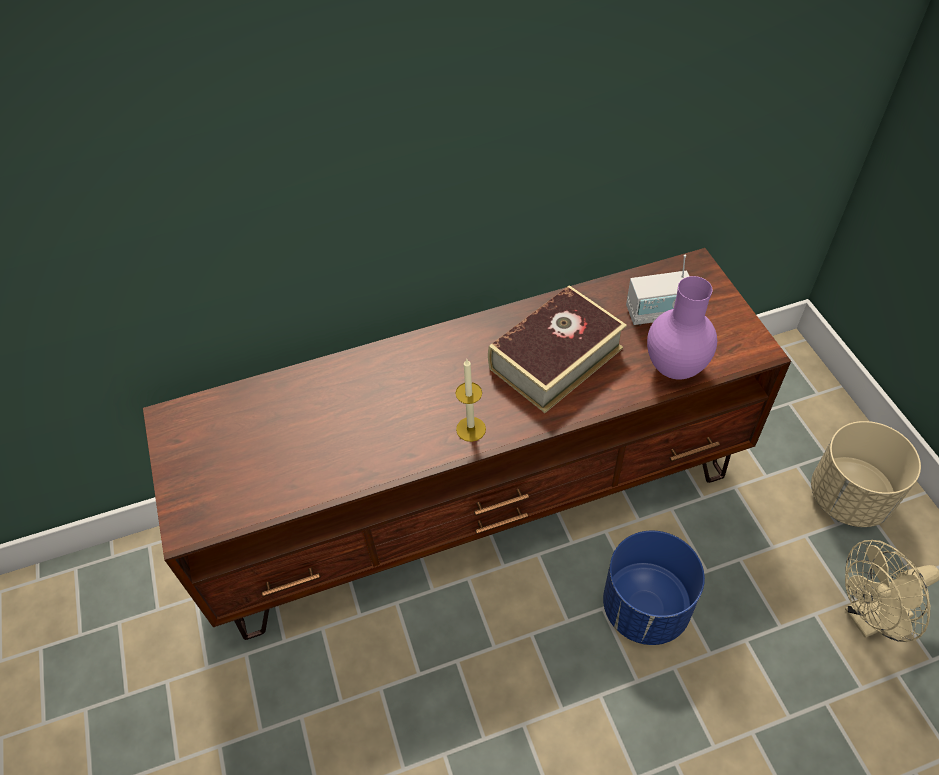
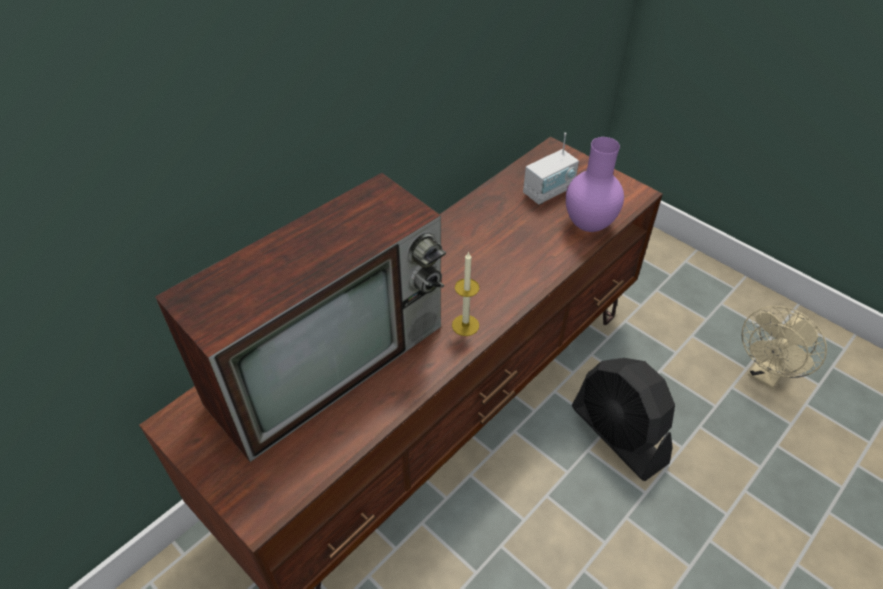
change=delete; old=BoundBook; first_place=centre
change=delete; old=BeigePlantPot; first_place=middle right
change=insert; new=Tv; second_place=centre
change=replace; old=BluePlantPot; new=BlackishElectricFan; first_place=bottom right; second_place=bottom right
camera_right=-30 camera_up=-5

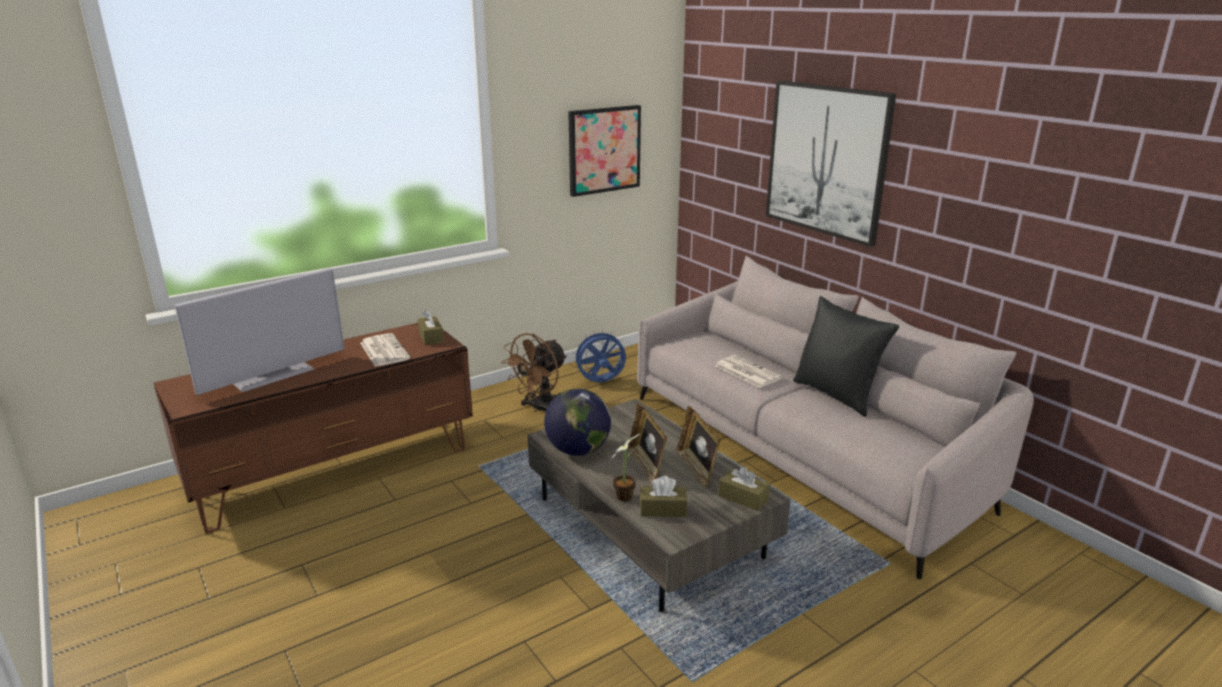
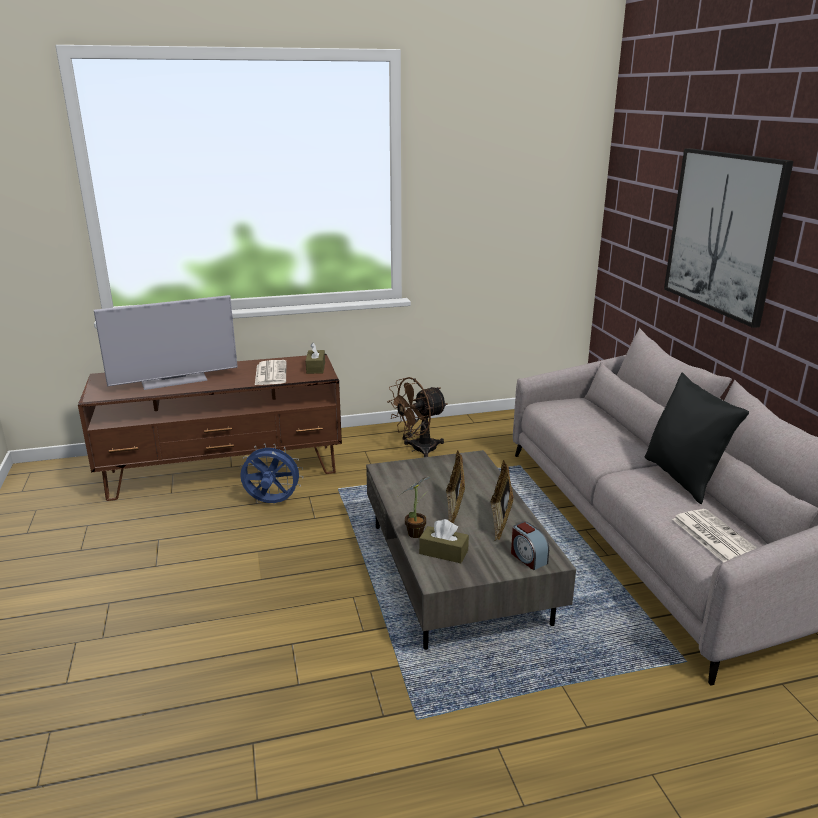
change=delete; old=Globe; first_place=centre
change=delete; old=Picture (1st from left); first_place=top centre
change=move; old=BlueElectricFan; first_place=centre; second_place=middle left
change=move; old=DailyPaper (2nd from left); first_place=centre; second_place=middle right
change=replace; old=BrownColouredBoxOfTissues (3rd from left); new=TableClock; first_place=bottom centre; second_place=bottom centre
camera_right=20 camera_up=0

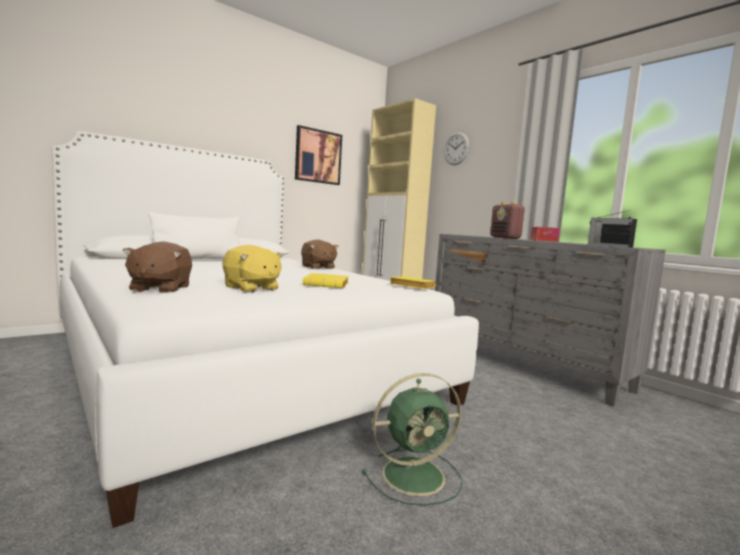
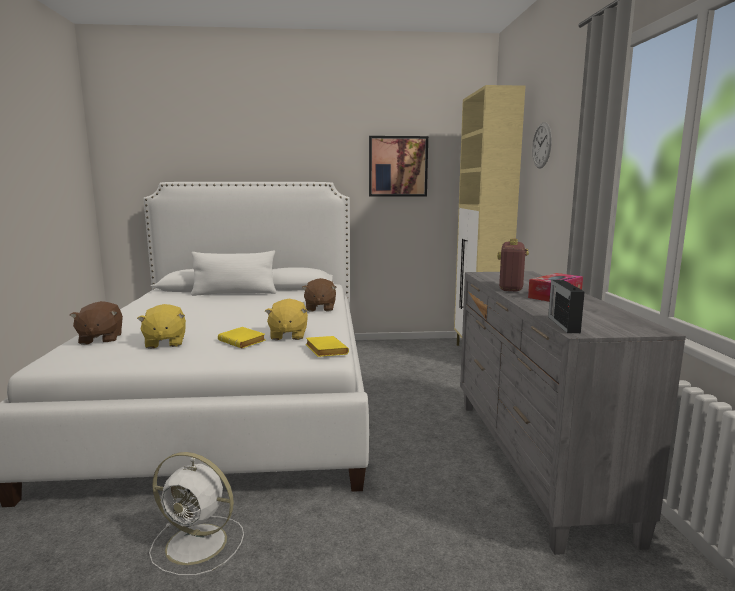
change=insert; new=YellowSoftToy (2nd from left); second_place=centre
change=recolor; old=GreenColouredElectricFan; new=WhiteColouredElectricFan; first_place=bottom centre; second_place=bottom left
change=rotate; old=BrownColouredSoftToy (1st from left); first_place=middle left; second_place=middle left; degrees=-45
camera_right=35 camera_up=5

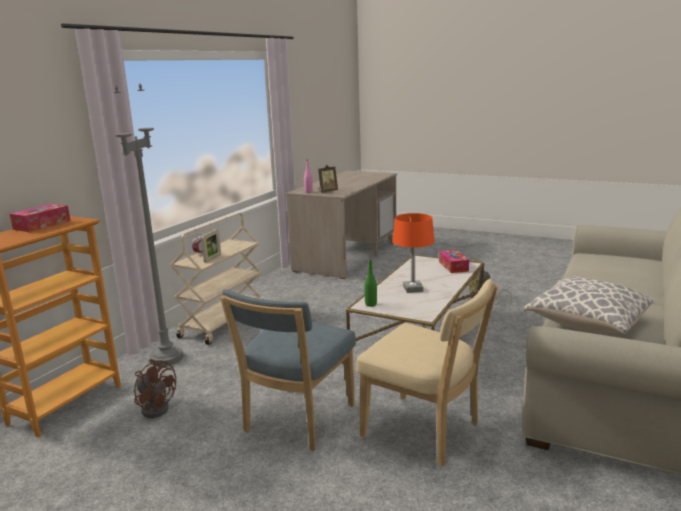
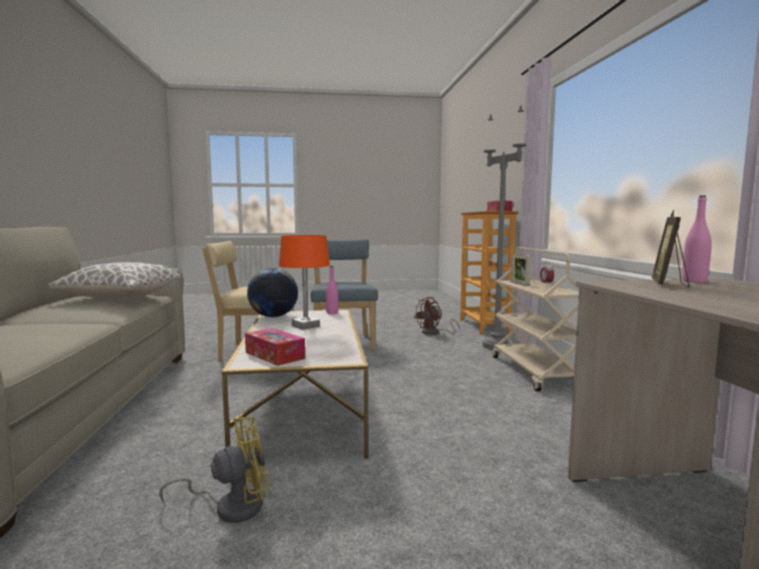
change=insert; new=Globe; second_place=centre
change=recolor; old=GreenColouredDrinkBottle; new=PinkDrinkBottle (1st from left); first_place=centre; second_place=centre
change=rotate; old=BrownColouredElectricFan; first_place=bottom left; second_place=centre; degrees=-45
camera_right=145 camera_up=-10

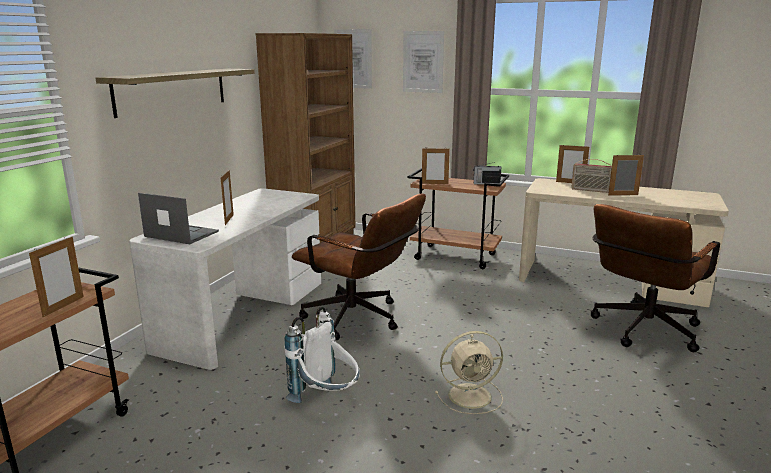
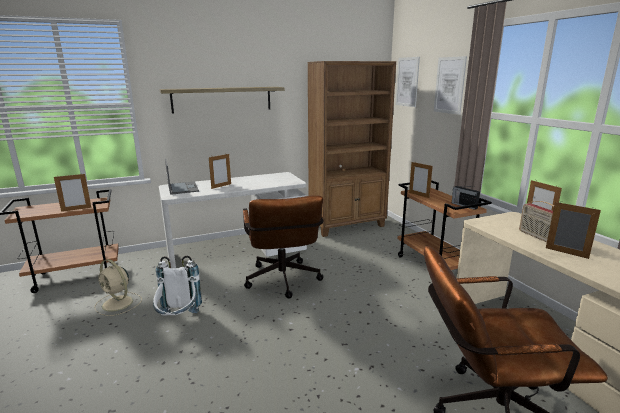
change=move; old=BeigeElectricFan; first_place=bottom centre; second_place=bottom left
camera_right=45 camera_up=0

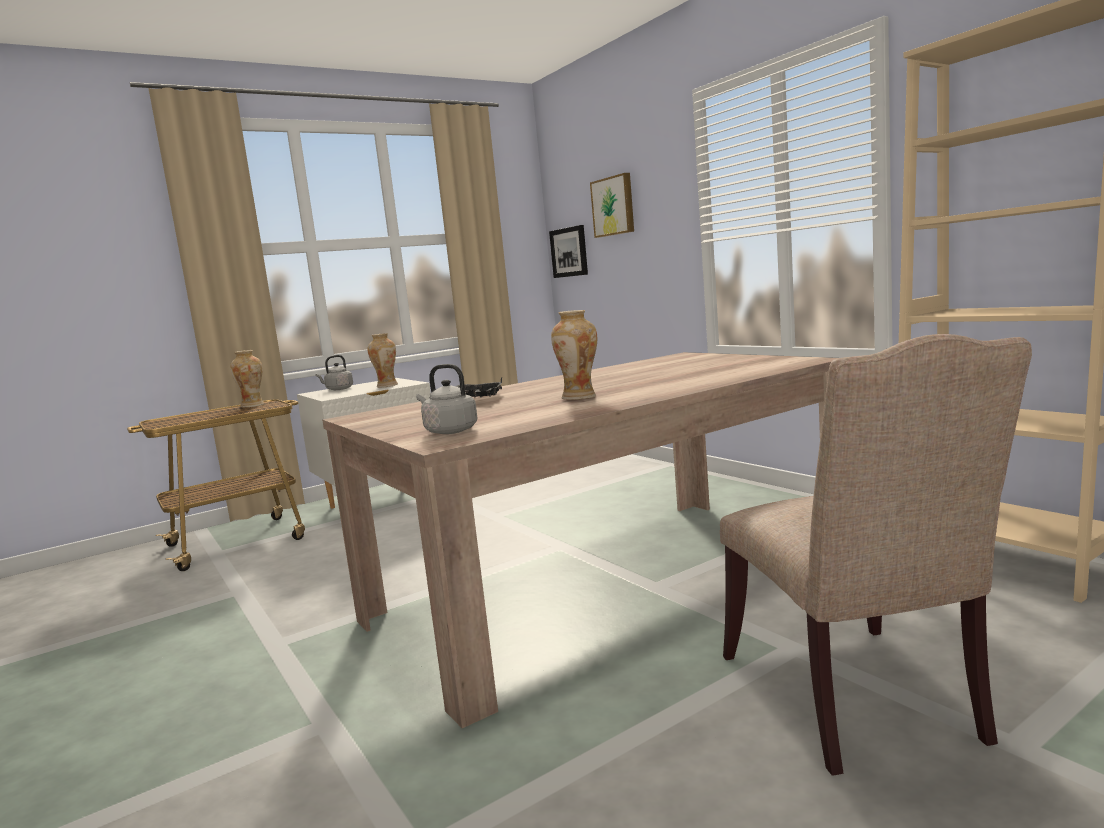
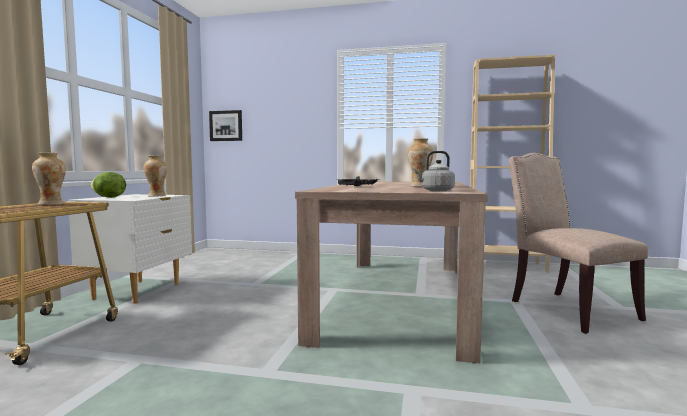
change=delete; old=Picture (2nd from left); first_place=top centre
change=replace; old=GreyishTeaKettle (1st from left); new=HeadOfLettuce; first_place=middle left; second_place=middle left
change=rotate; old=BeigePlainChair; first_place=bottom right; second_place=middle right; degrees=-150
camera_right=-45 camera_up=-5

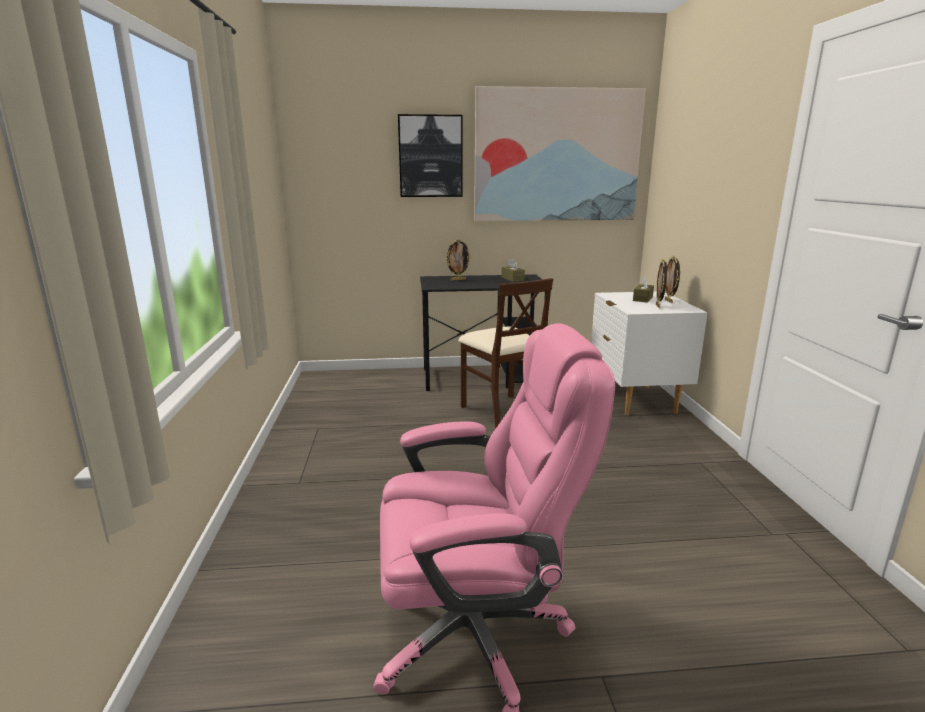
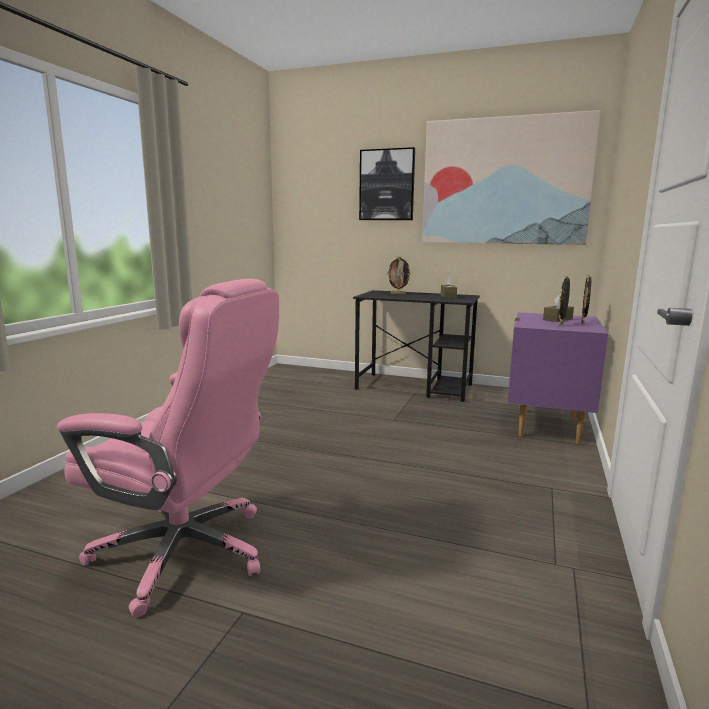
change=delete; old=BeigePlainChair; first_place=centre
change=recolor; old=WhiteColouredBedsideTable; new=PurpleColouredBedsideTable; first_place=middle right; second_place=middle right
camera_right=25 camera_up=-5

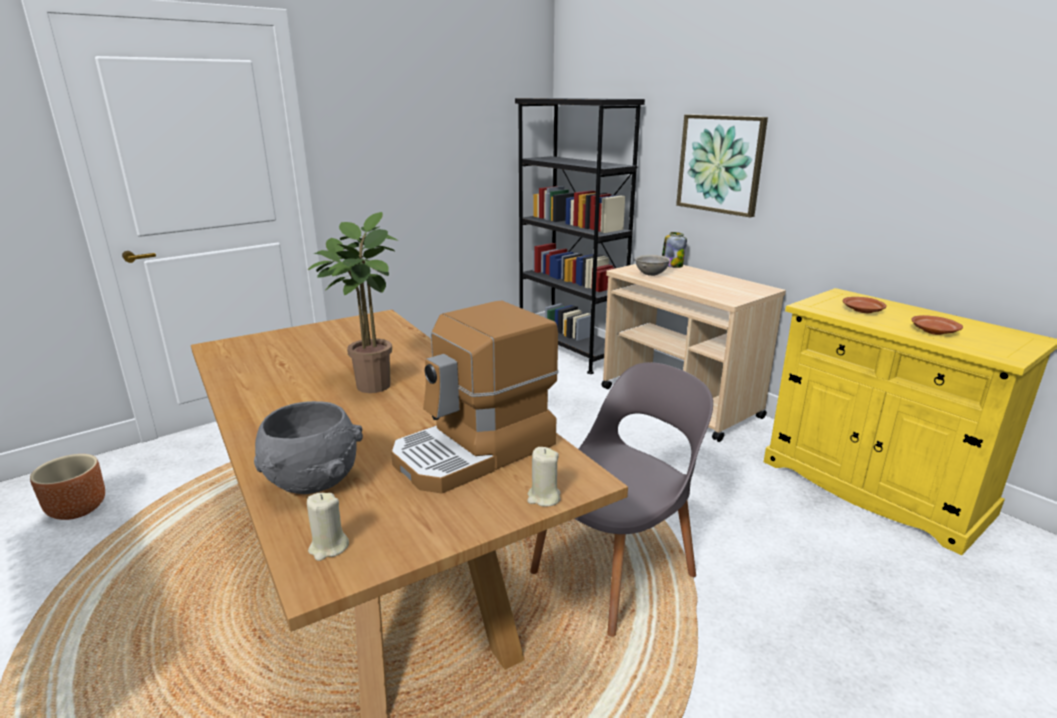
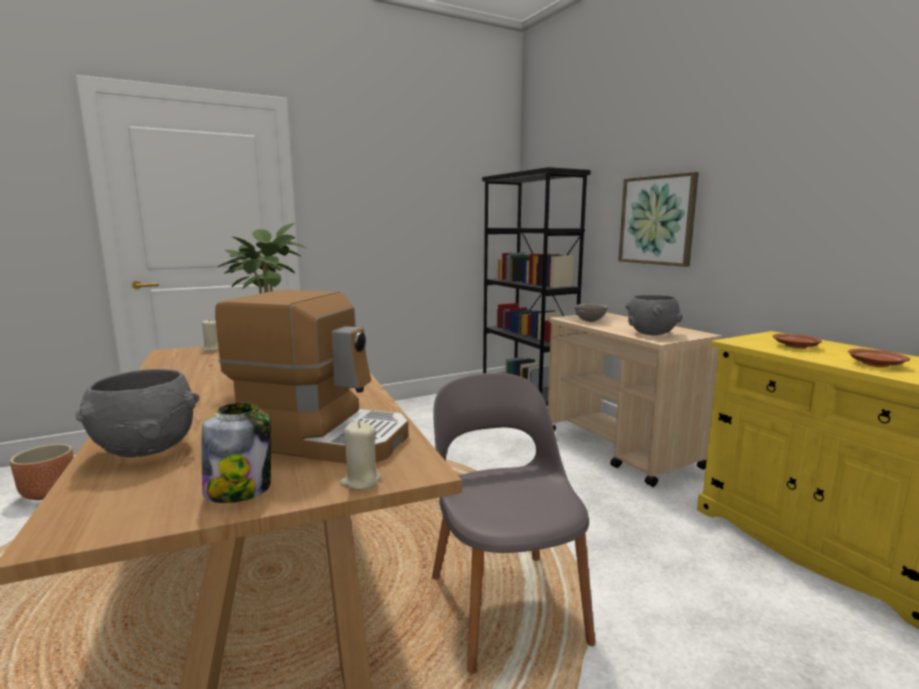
change=insert; new=GreyishDeepDish (3rd from left); second_place=middle right
change=move; old=BeigeCandle (1st from left); first_place=bottom left; second_place=middle left
change=move; old=PreserveJar; first_place=centre; second_place=middle left
change=rotate; old=CoffeeMaker; first_place=centre; second_place=centre; degrees=-135
change=rotate; old=GreyishPlainChair; first_place=bottom centre; second_place=bottom centre; degrees=-75
camera_right=10 camera_up=-10

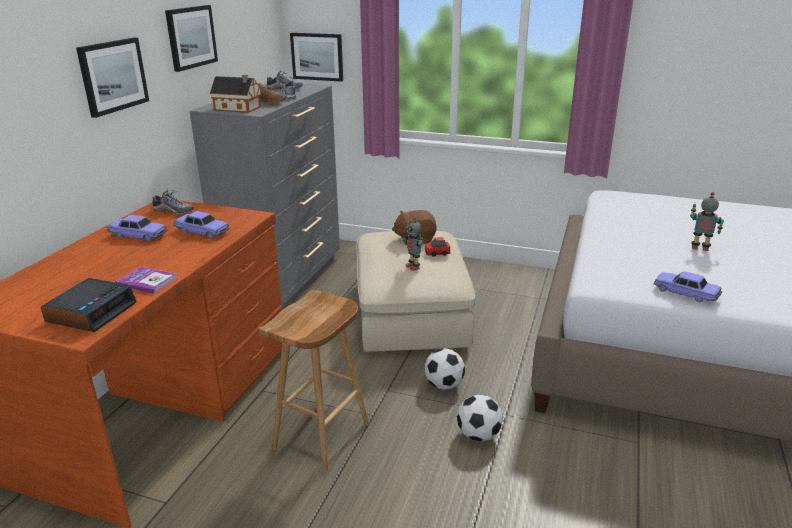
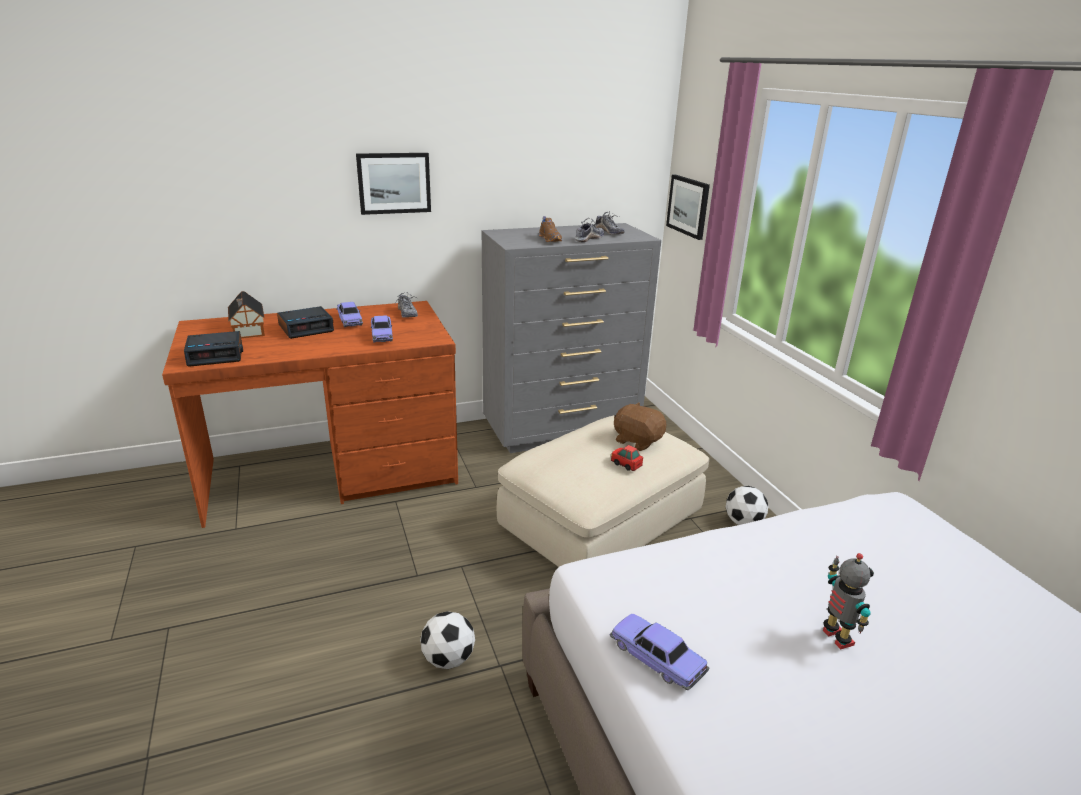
change=delete; old=BoundBook; first_place=middle left
change=delete; old=Picture (2nd from left); first_place=top left
change=delete; old=BrownColouredSittingStool; first_place=bottom centre
change=delete; old=RobotFigure (1st from left); first_place=centre
change=insert; new=TableClock (2nd from left); second_place=middle left
change=move; old=ModelHouse; first_place=top left; second_place=middle left
change=move; old=FootballBall (1st from left in the first image); new=FootballBall (2nd from left); first_place=bottom centre; second_place=middle right
change=rotate; old=MiniatureCar (4th from left); first_place=middle right; second_place=bottom centre; degrees=-45
camera_right=50 camera_up=0

